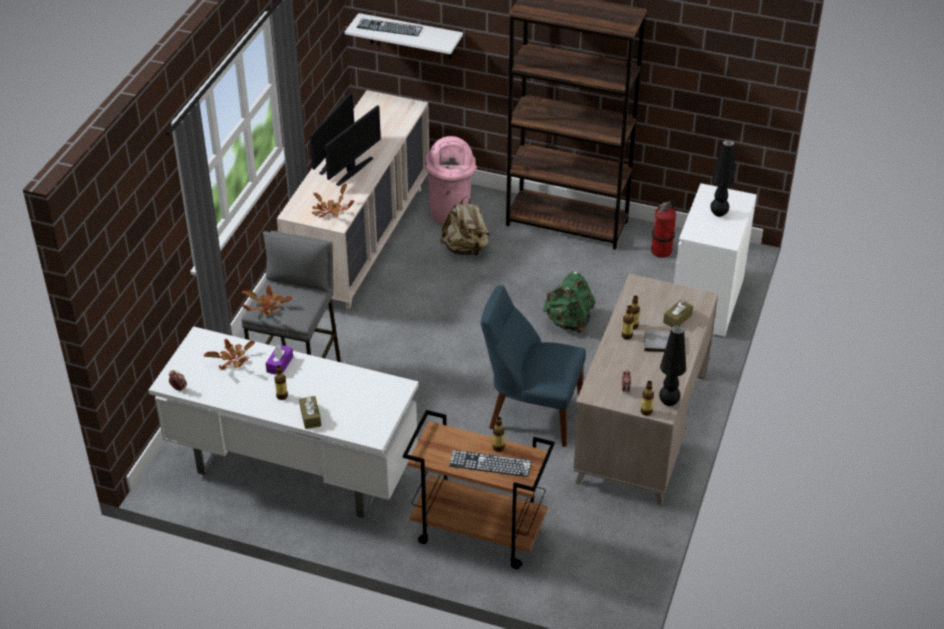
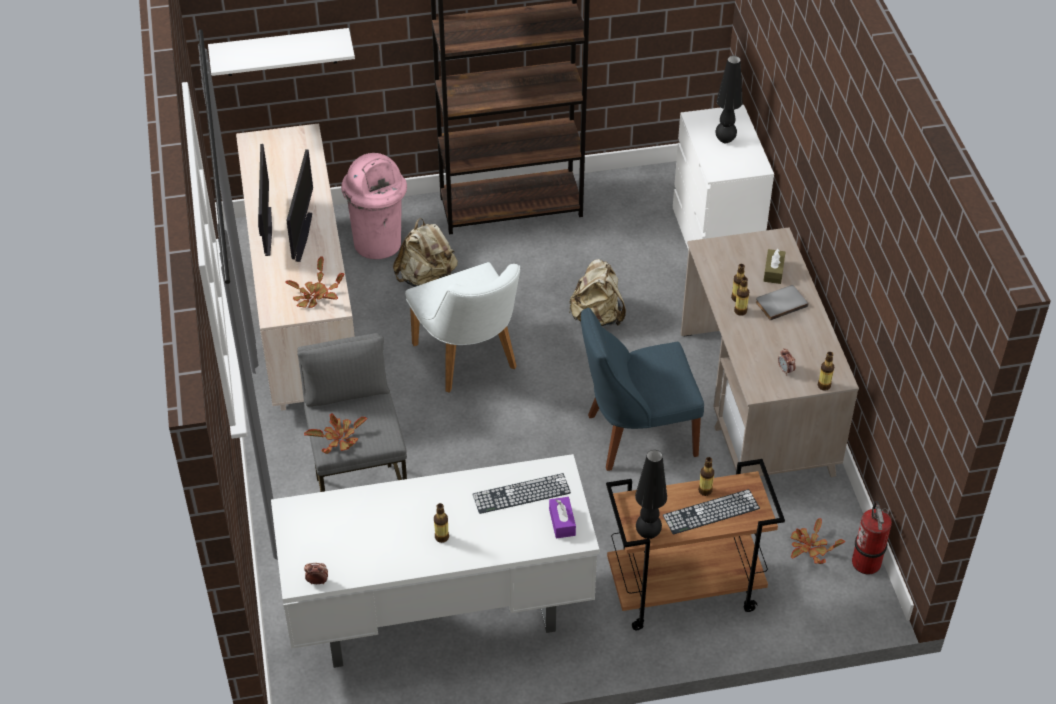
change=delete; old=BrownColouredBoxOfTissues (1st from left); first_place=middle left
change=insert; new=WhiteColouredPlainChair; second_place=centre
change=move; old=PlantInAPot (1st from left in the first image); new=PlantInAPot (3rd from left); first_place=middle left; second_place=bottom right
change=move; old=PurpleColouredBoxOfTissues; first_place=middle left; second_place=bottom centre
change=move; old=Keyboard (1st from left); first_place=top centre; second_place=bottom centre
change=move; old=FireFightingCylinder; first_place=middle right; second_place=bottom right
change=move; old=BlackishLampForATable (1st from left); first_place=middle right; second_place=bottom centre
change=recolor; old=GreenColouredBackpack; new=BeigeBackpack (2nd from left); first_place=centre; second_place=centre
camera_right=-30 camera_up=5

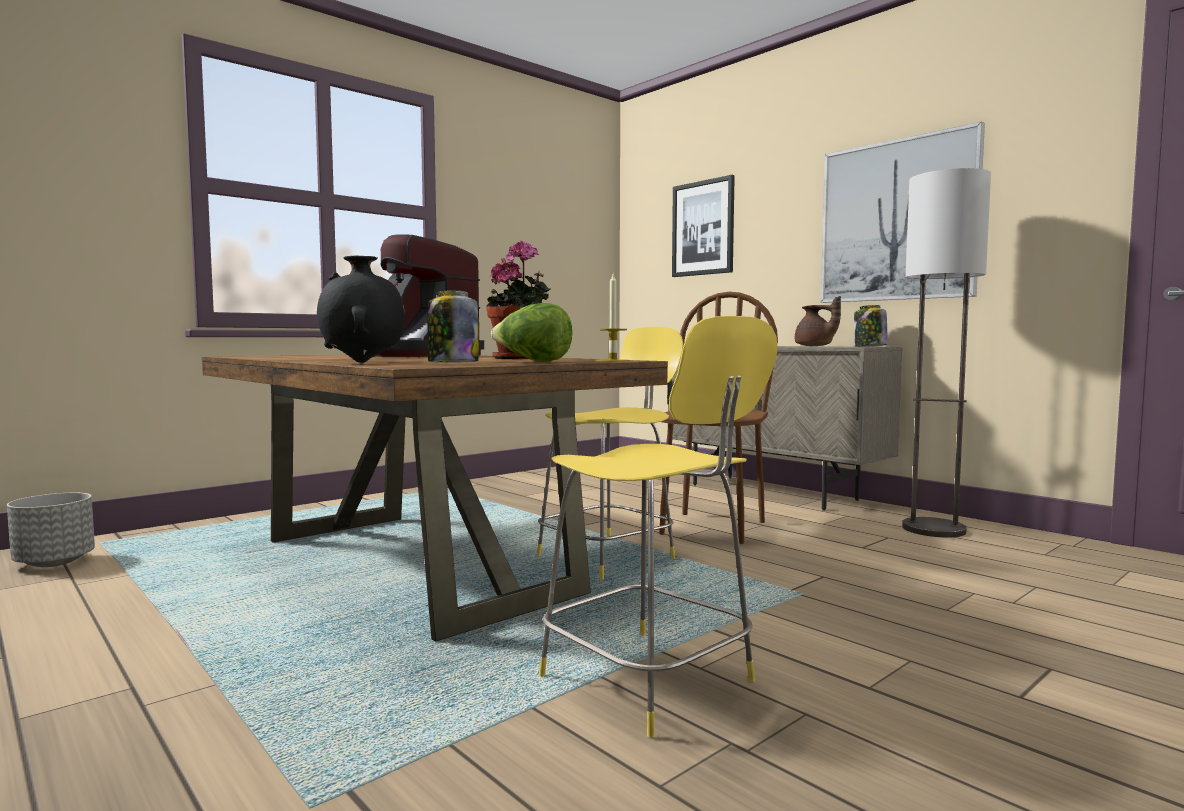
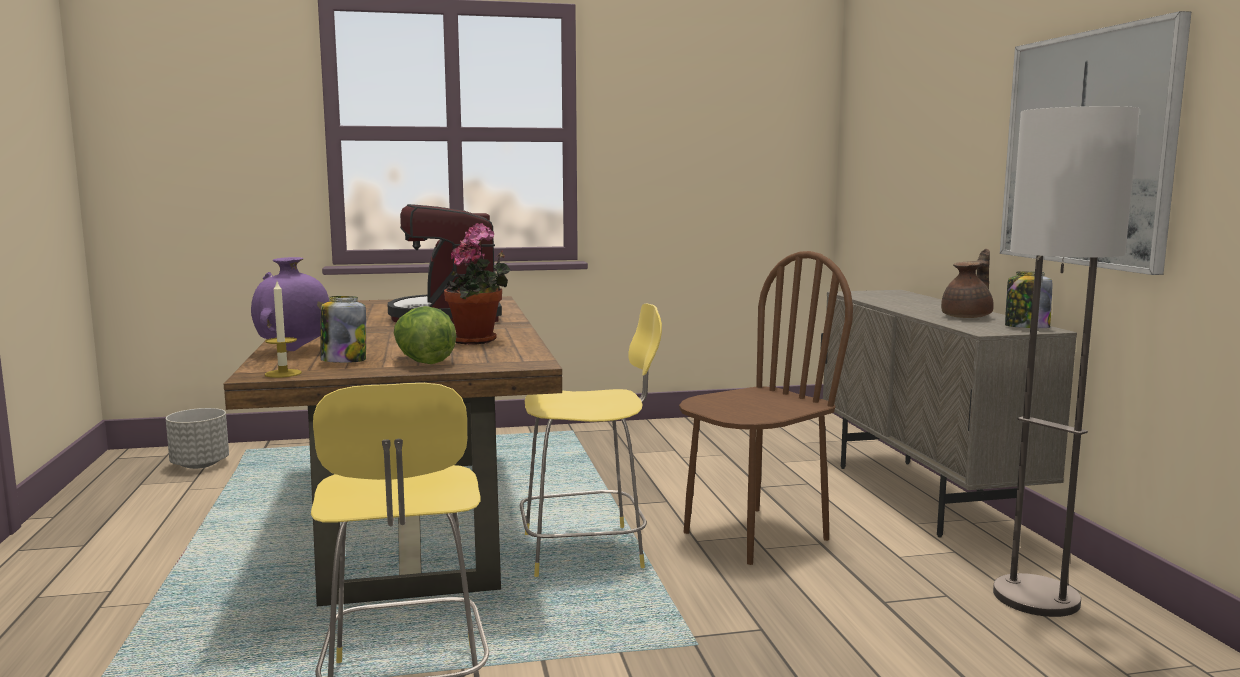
change=delete; old=Picture (1st from left); first_place=top centre
change=move; old=Candle; first_place=centre; second_place=middle left
change=recolor; old=BlackishDecorativeVase; new=PurpleColouredDecorativeVase; first_place=middle left; second_place=middle left
change=rotate; old=BrownColouredTeapot; first_place=middle right; second_place=middle right; degrees=-120
camera_right=30 camera_up=5

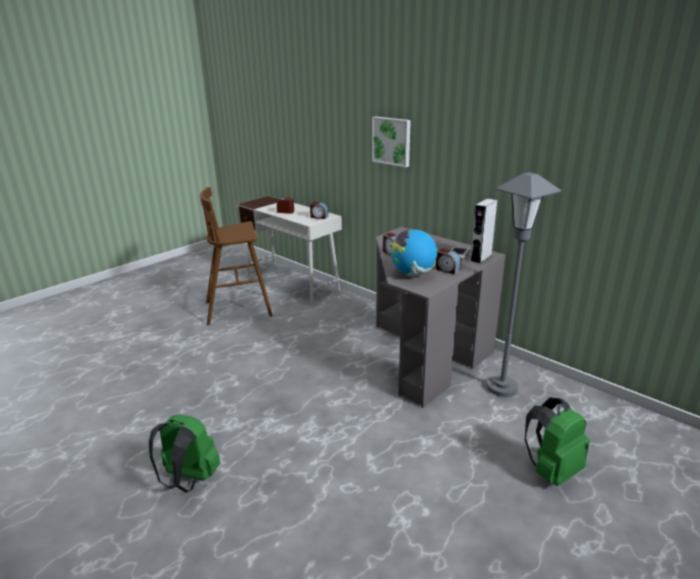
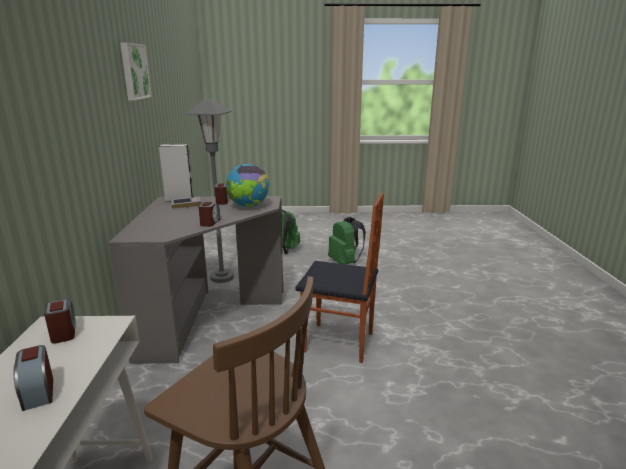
change=insert; new=PlainChair; second_place=centre
change=move; old=GreenColouredBackpack (1st from left in the first image); new=GreenColouredBackpack (2nd from left); first_place=bottom left; second_place=centre
change=move; old=Picture; first_place=top centre; second_place=top left
camera_right=-135 camera_up=-5

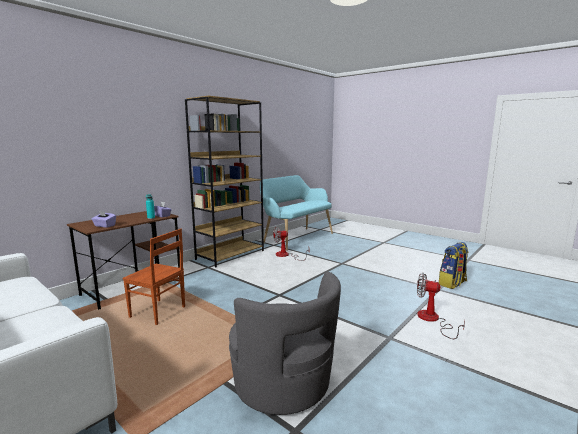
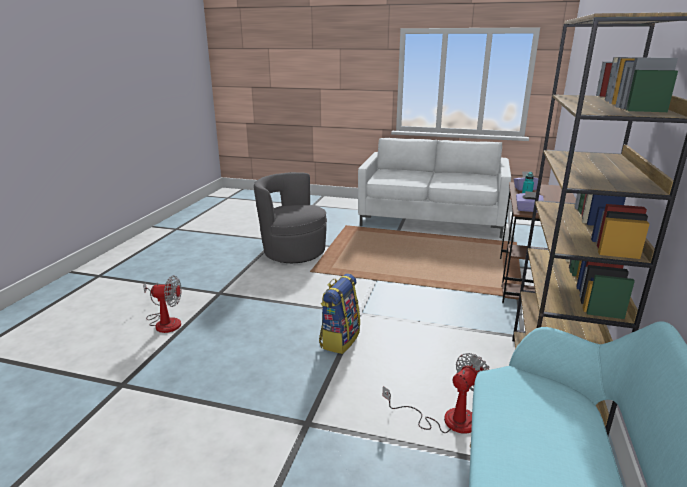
change=delete; old=BrownColouredPlainChair; first_place=middle left
change=move; old=Backpack; first_place=middle right; second_place=centre
camera_right=155 camera_up=10

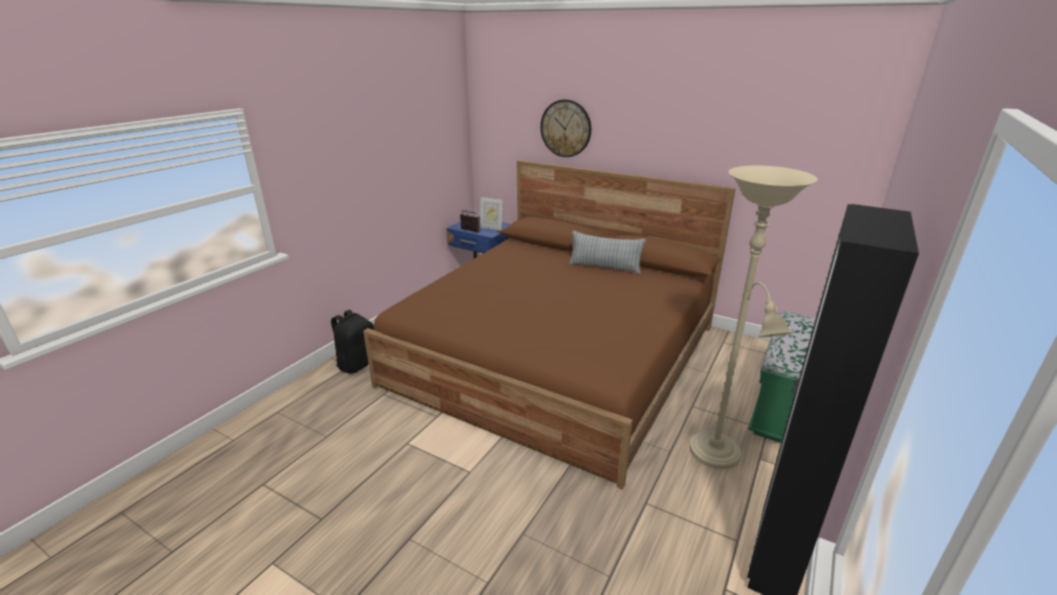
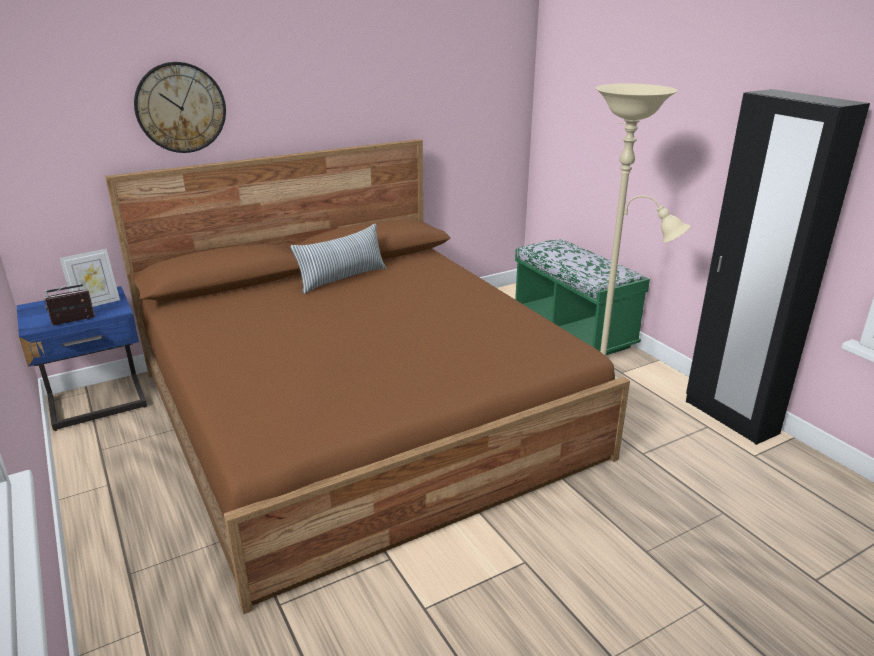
change=delete; old=BlackishBackpack; first_place=middle left
camera_right=-60 camera_up=0

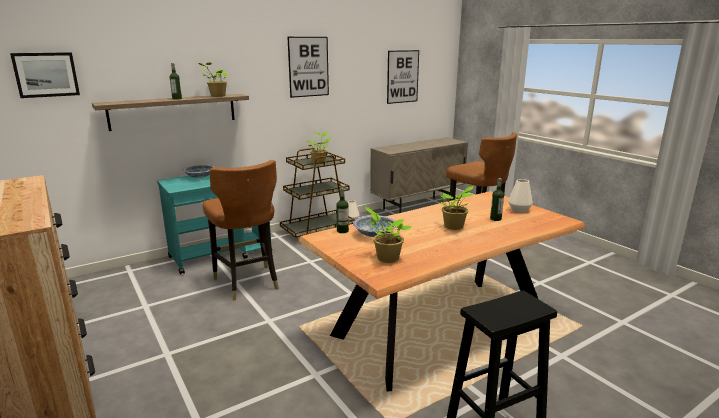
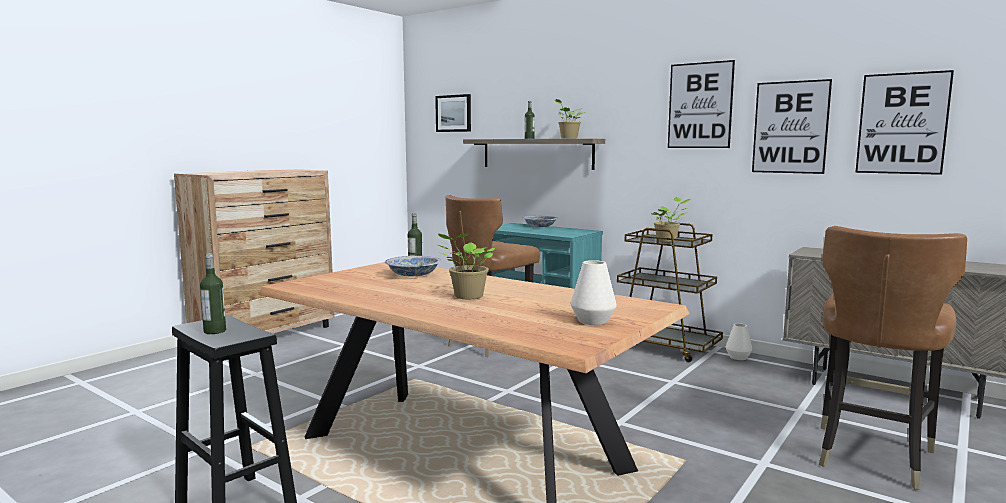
change=delete; old=PlantInAPot (3rd from left); first_place=centre
change=insert; new=Picture (3rd from left); second_place=top right
change=move; old=DrinkBottle (3rd from left in the first image); new=DrinkBottle (1st from left); first_place=middle right; second_place=middle left
camera_right=70 camera_up=-10

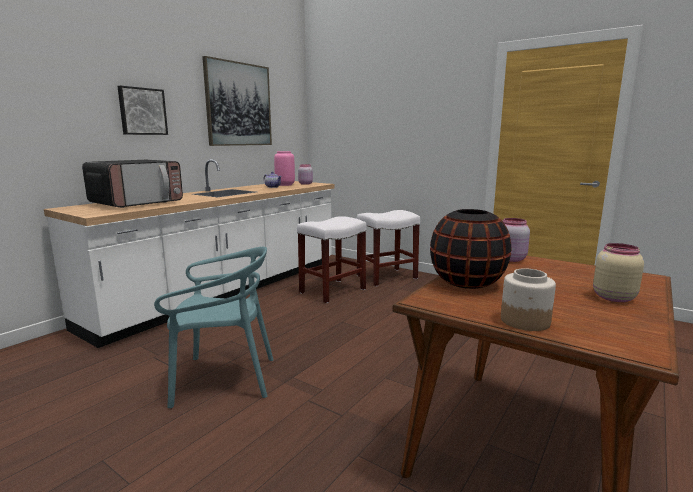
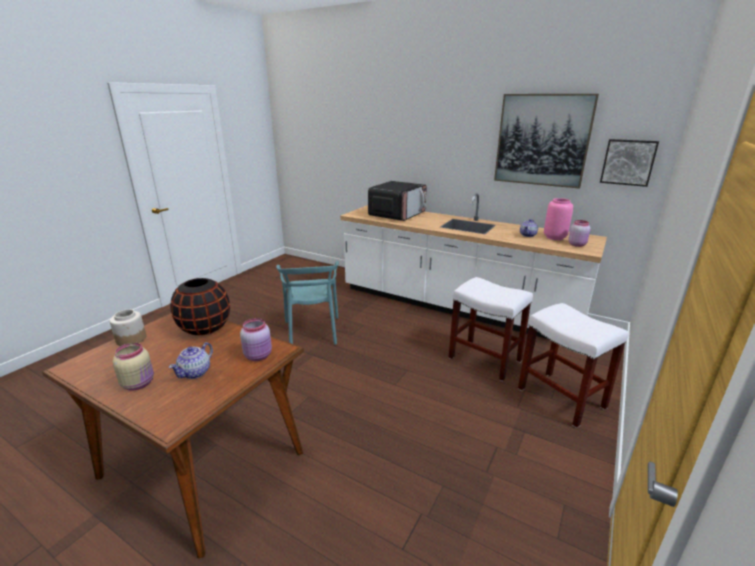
change=insert; new=Teapot (1st from left); second_place=middle left
change=move; old=Picture (1st from left in the first image); new=Picture (2nd from left); first_place=top left; second_place=top right
change=rotate; old=KitchenMicrowave; first_place=middle left; second_place=centre; degrees=-90
camera_right=85 camera_up=10

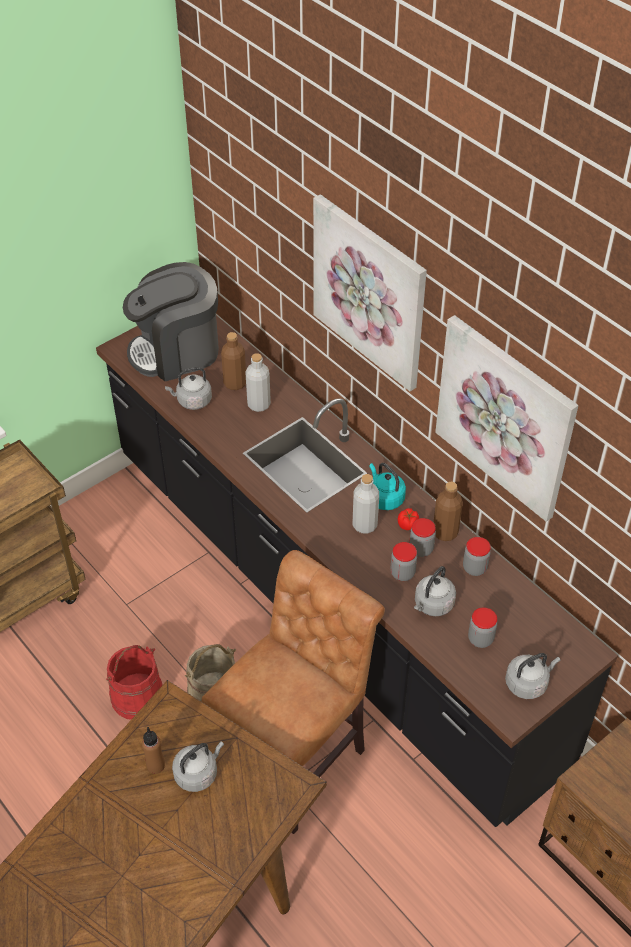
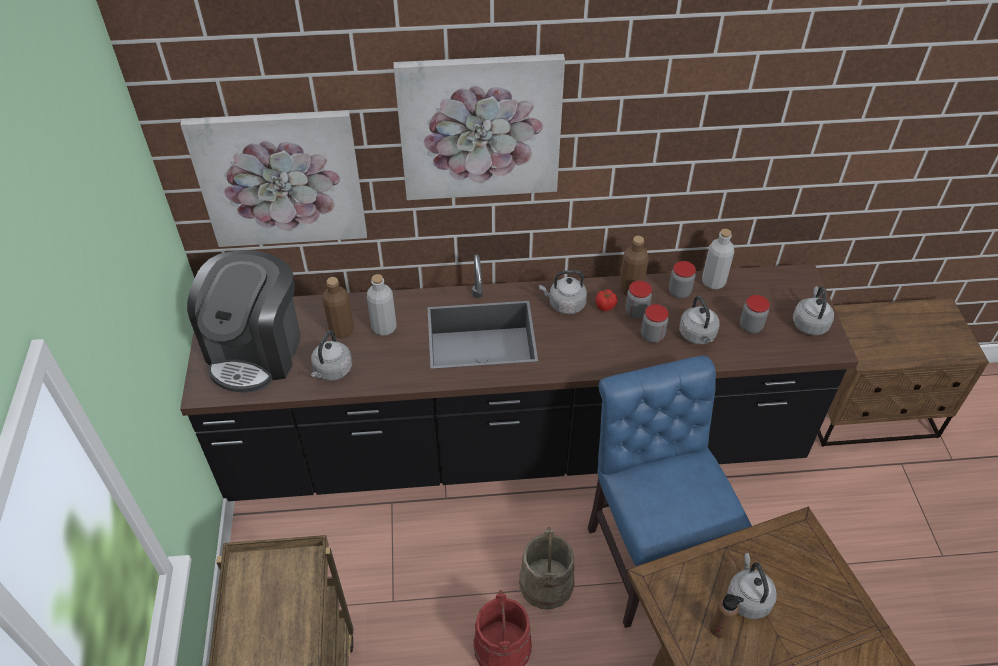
change=move; old=GreyishDrinkBottle (2nd from left); first_place=centre; second_place=middle right
change=move; old=Picture (2nd from left in the first image); new=Picture (1st from left); first_place=middle right; second_place=top left
change=recolor; old=BrownColouredPlainChair; new=BluePlainChair; first_place=bottom centre; second_place=bottom right
change=recolor; old=TurquoiseTeaKettle; new=GreyishTeaKettle (2nd from left); first_place=centre; second_place=centre
camera_right=-55 camera_up=0

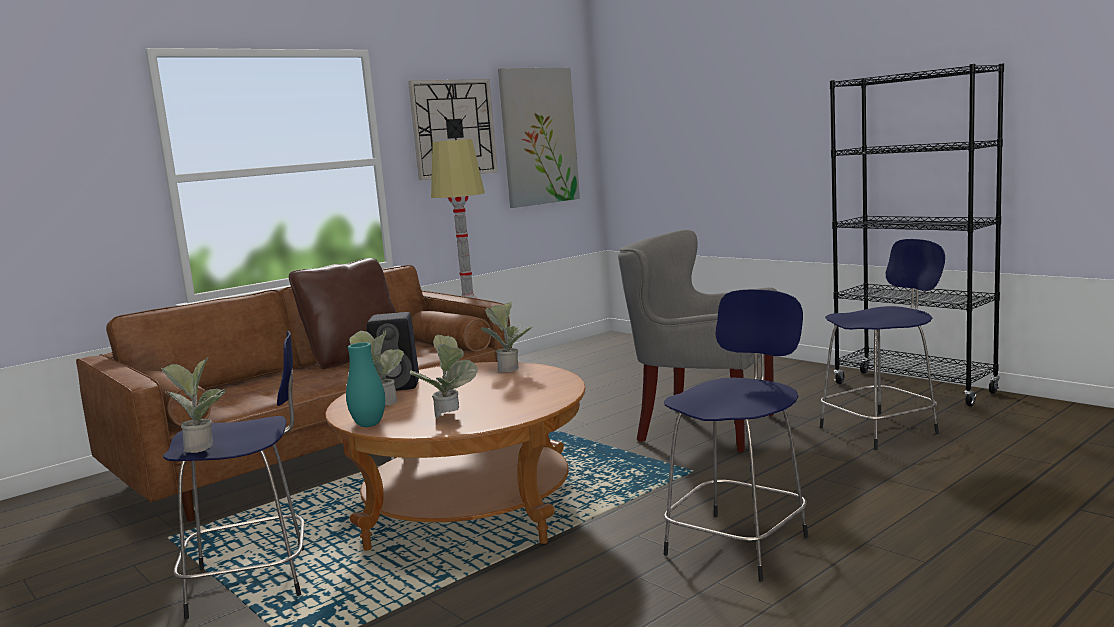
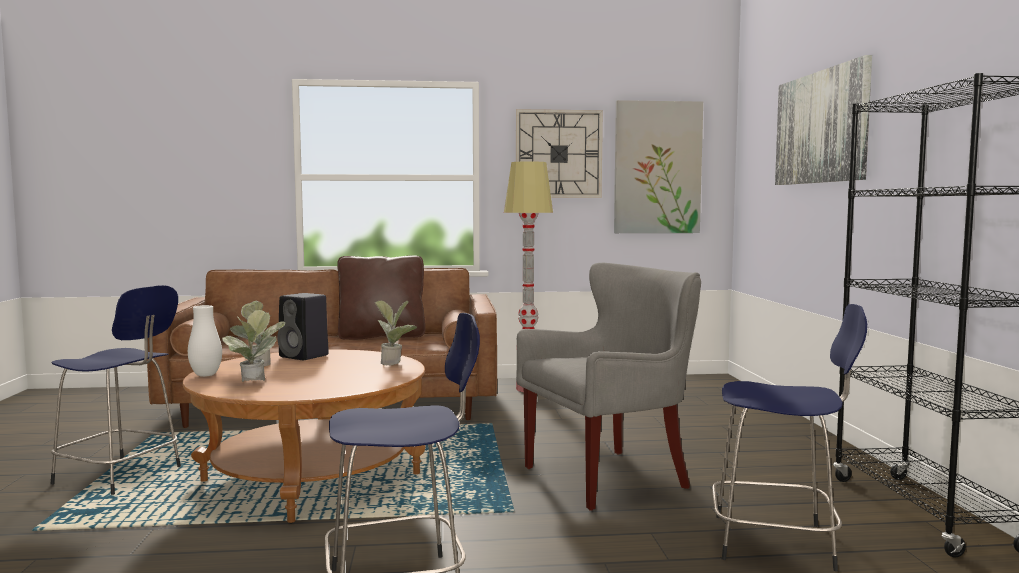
change=delete; old=PlantInAPot (1st from left); first_place=middle left
change=insert; new=Picture (2nd from left); second_place=top right
change=recolor; old=TurquoiseDecorativeVase; new=WhiteColouredDecorativeVase; first_place=middle left; second_place=middle left
change=rotate; old=GreyishArmchair; first_place=centre; second_place=bottom centre; degrees=90
camera_right=35 camera_up=-5

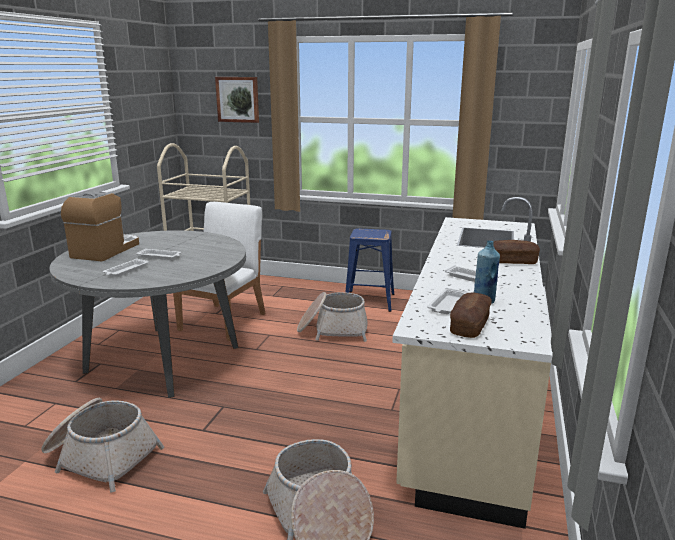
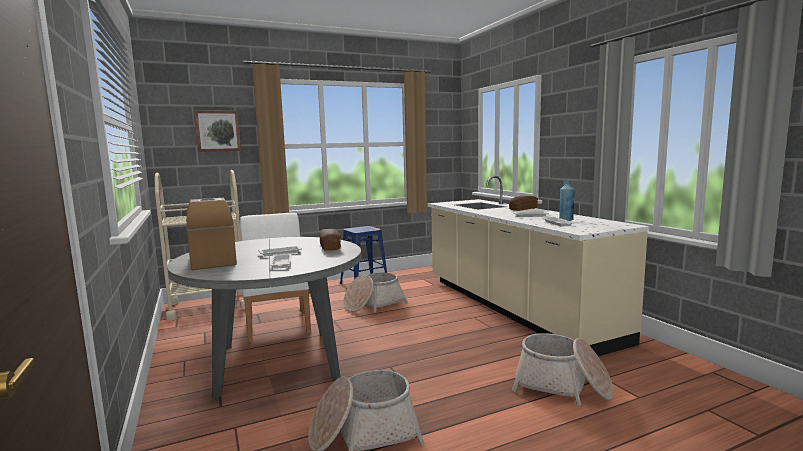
change=move; old=BakedBread (1st from left); first_place=middle right; second_place=centre
camera_right=-40 camera_up=-10

